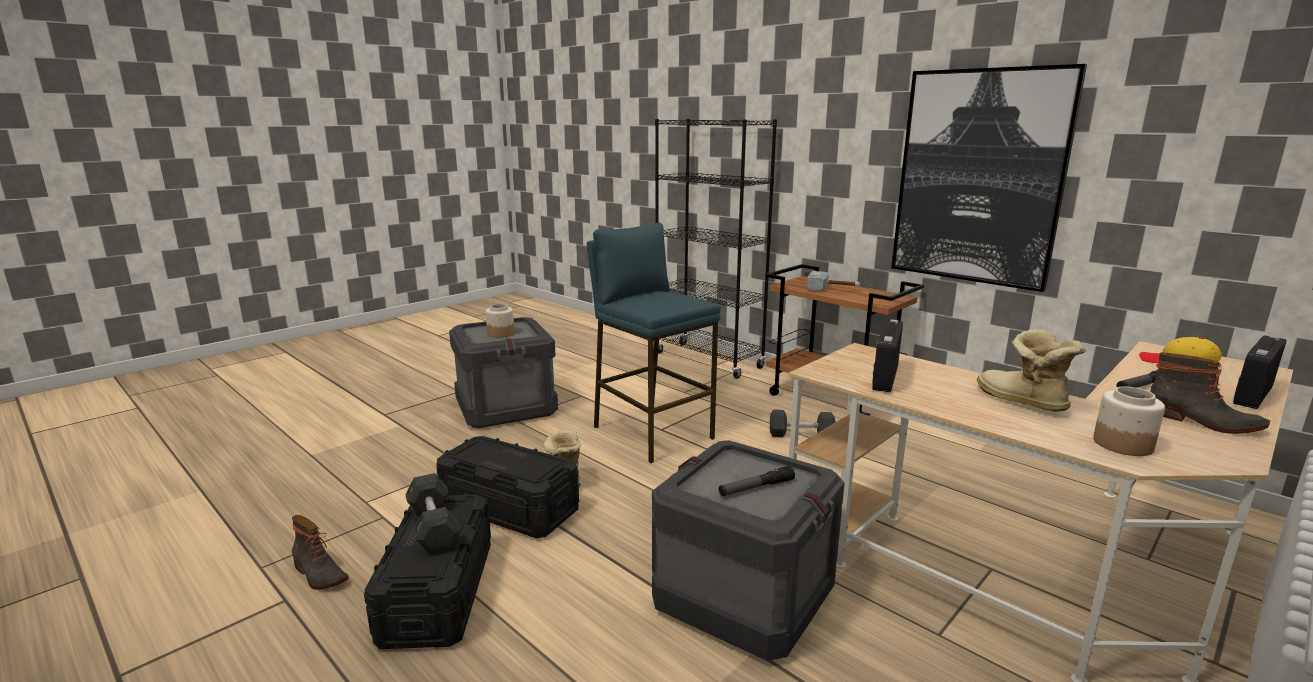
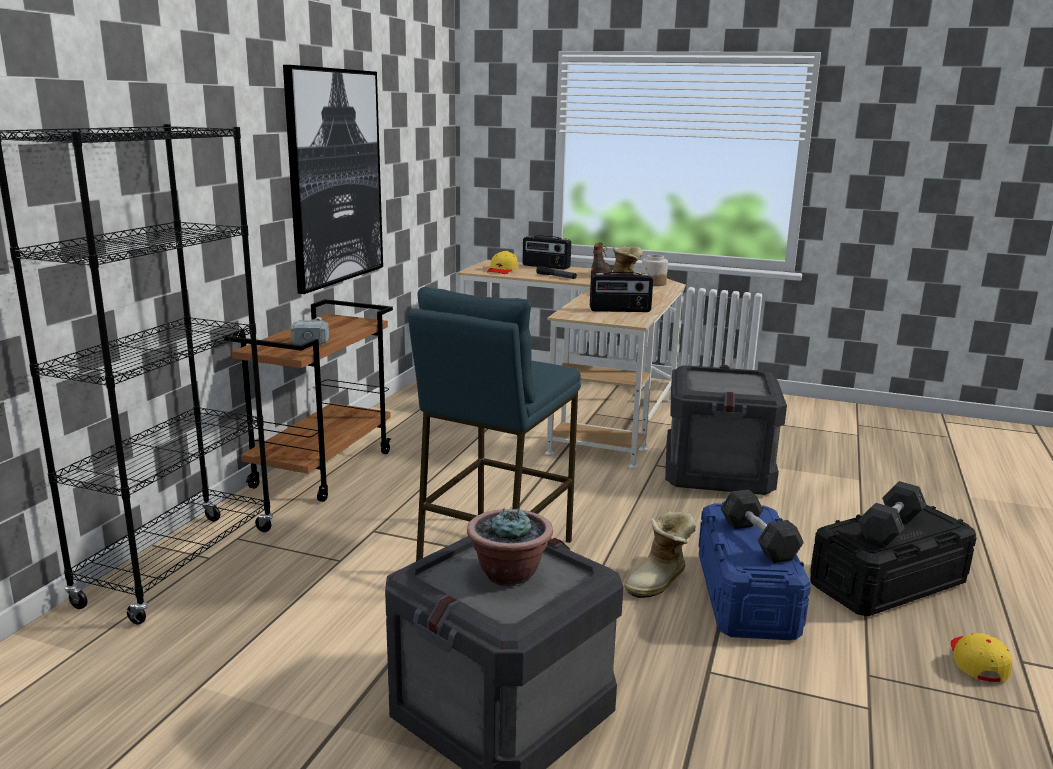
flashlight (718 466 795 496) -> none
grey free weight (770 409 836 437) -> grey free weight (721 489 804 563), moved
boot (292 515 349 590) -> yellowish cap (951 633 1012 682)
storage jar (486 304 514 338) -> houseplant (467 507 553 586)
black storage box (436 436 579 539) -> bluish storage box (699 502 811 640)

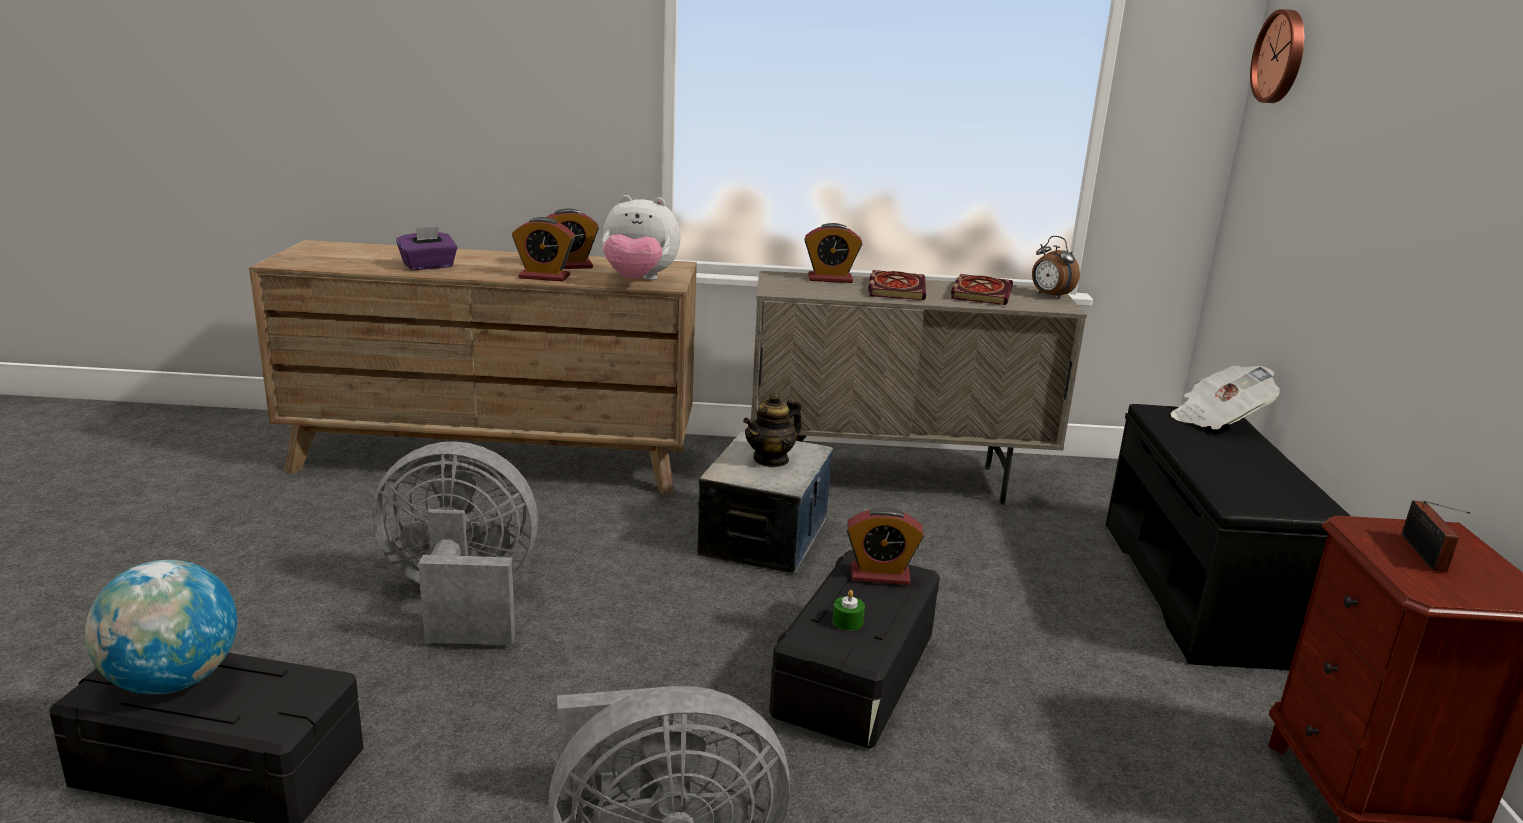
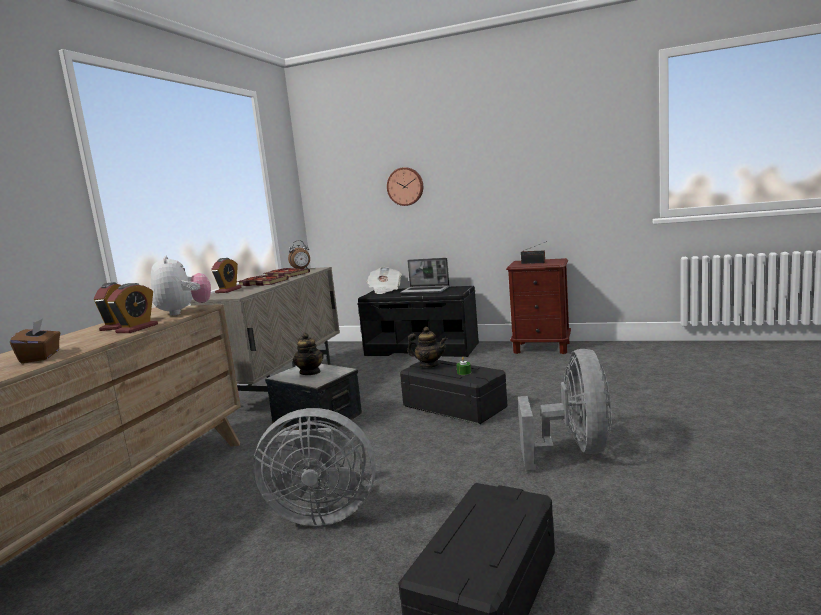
globe (85 560 237 695) -> none
none -> laptop (400 258 449 294)
wall clock (1250 9 1305 103) -> wall clock (387 167 423 206), moved
alarm clock (846 507 924 585) -> pot for tea (407 327 448 368)
purple-coloured tissue holder (396 227 458 270) -> brownish tissue holder (10 319 60 363)
grey electric fan (372 441 538 645) -> grey electric fan (253 408 376 526), 105 degrees counterclockwise
plush toy (602 195 681 280) -> plush toy (151 256 211 316), 45 degrees counterclockwise

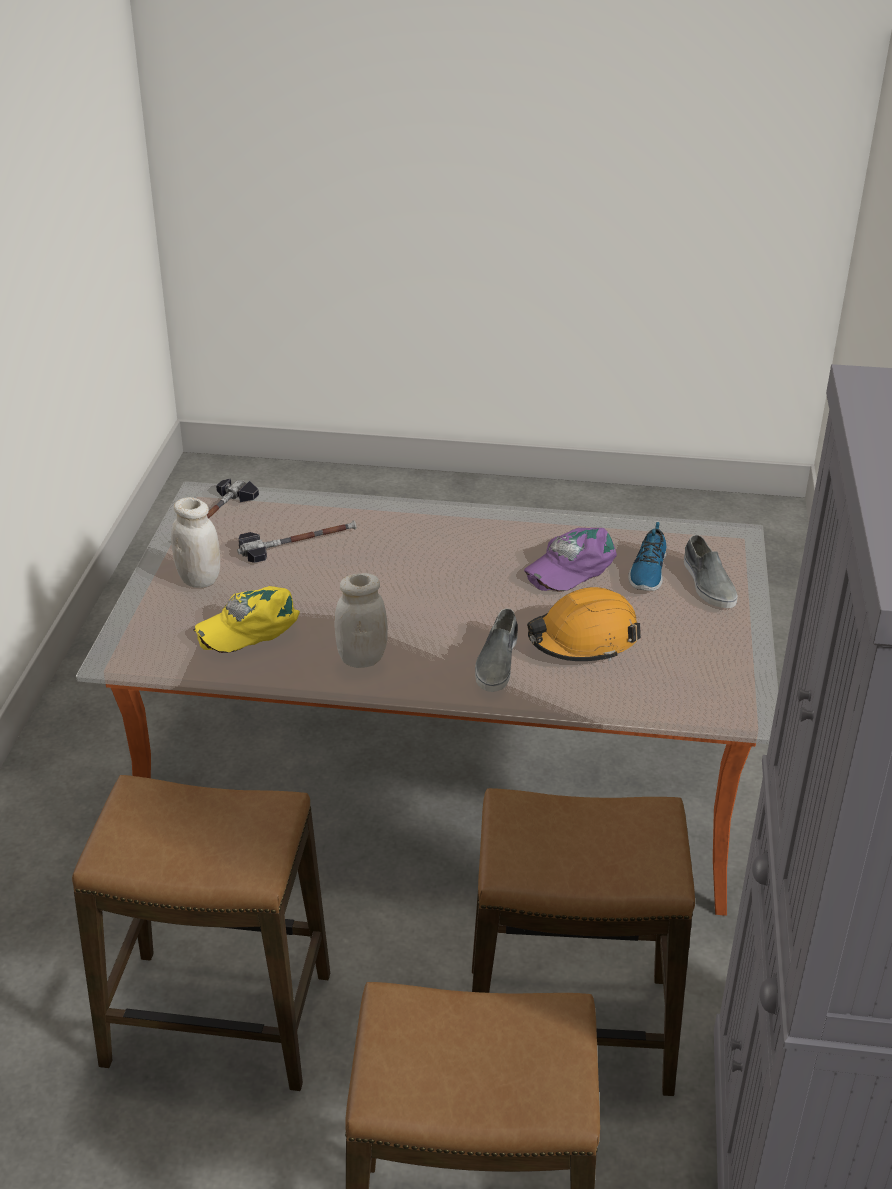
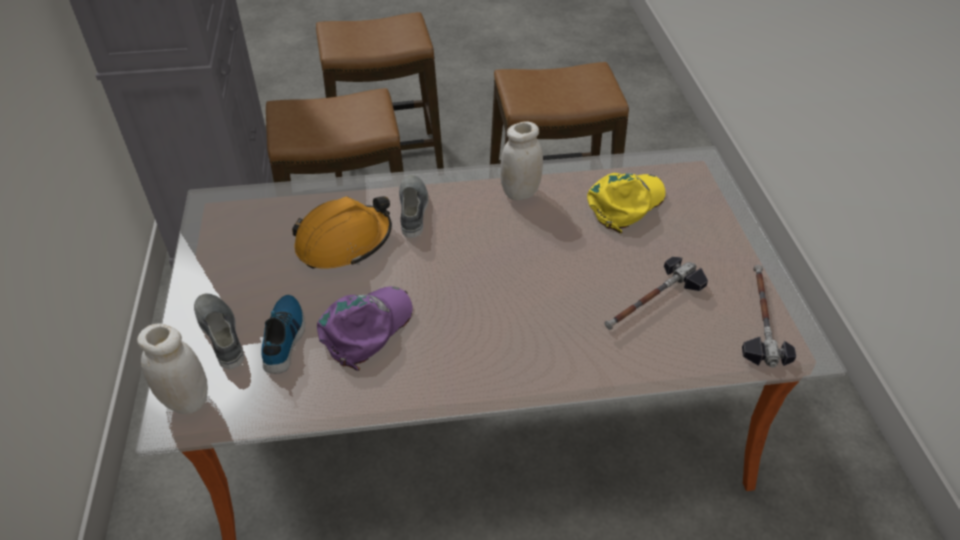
white-coloured storage jar (171 497 220 588) -> white-coloured storage jar (137 323 208 414), moved

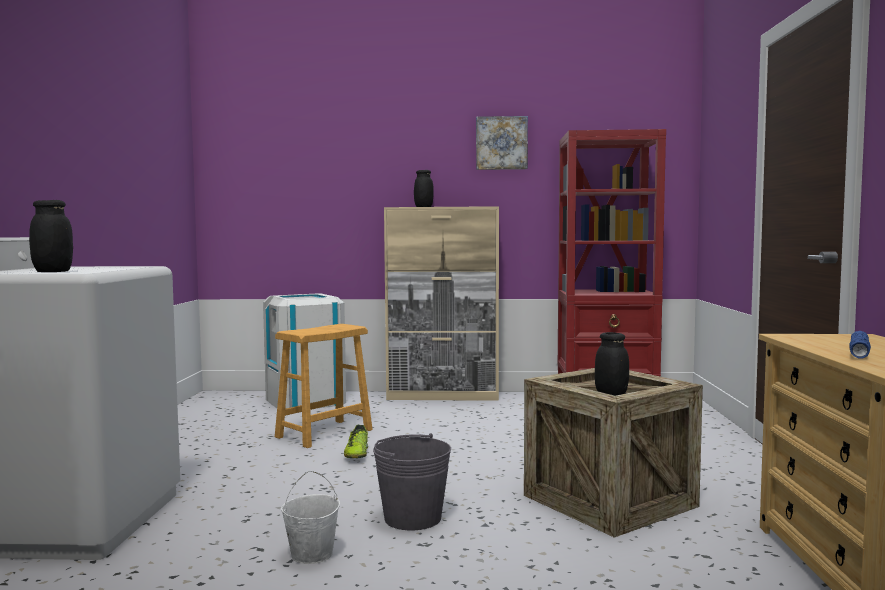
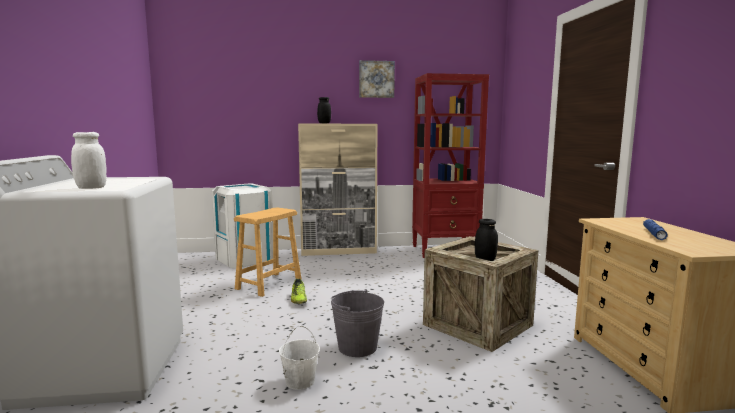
black storage jar (29 200 73 272) -> white-coloured storage jar (71 132 107 189)

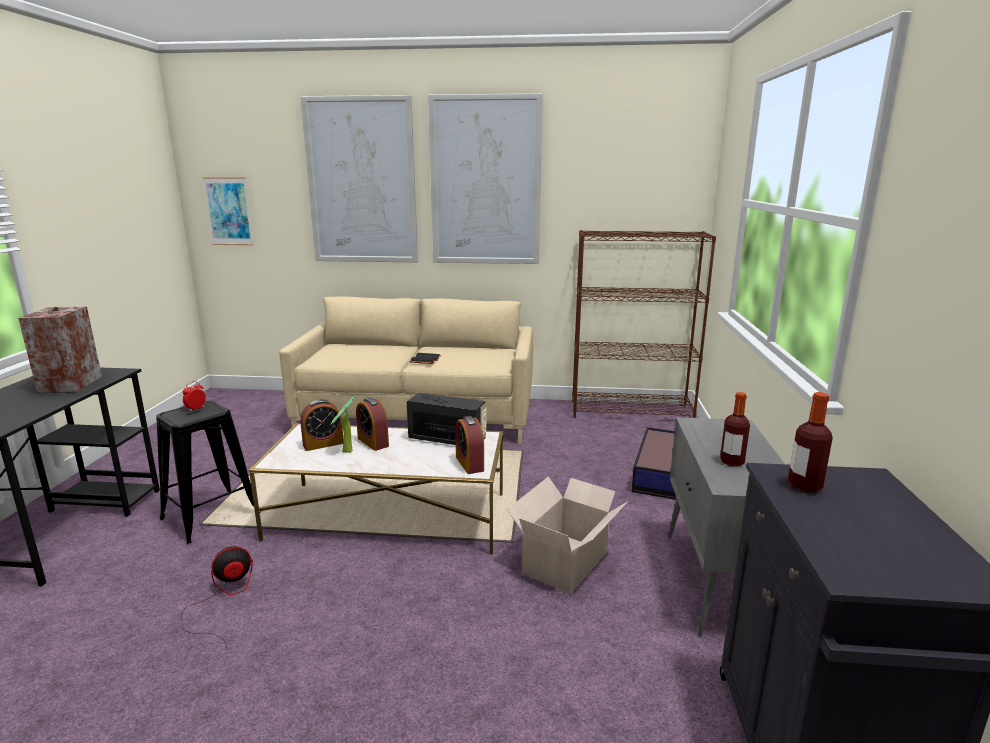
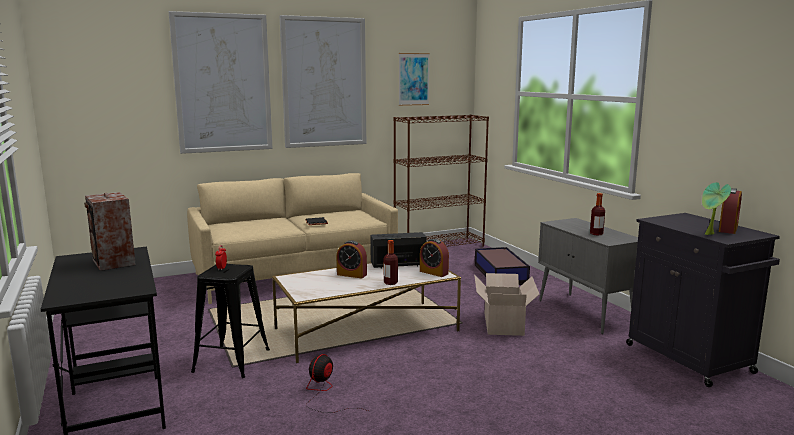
picture (203 177 254 245) -> picture (399 53 430 106), moved
alarm clock (300 399 344 451) -> alarm clock (719 188 742 234), moved
houseplant (330 395 355 453) -> houseplant (702 182 731 235), moved
beverage bottle (788 392 833 493) -> beverage bottle (384 240 398 285), moved

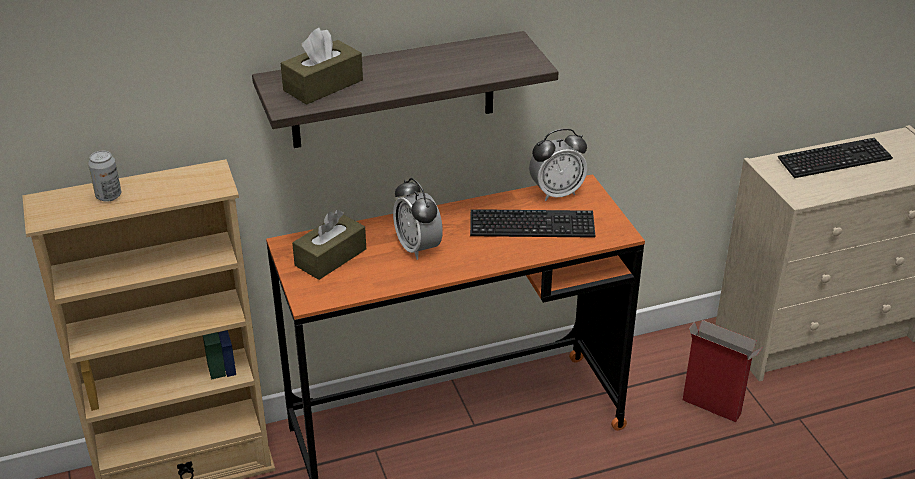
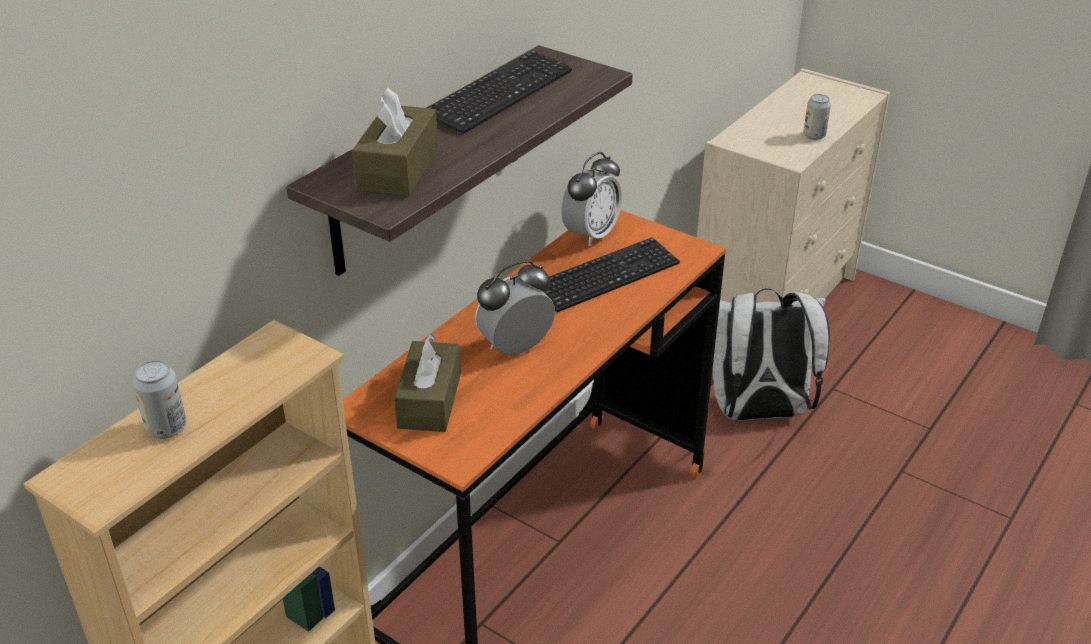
none -> metal can (803 94 831 140)
keyboard (778 138 893 178) -> keyboard (426 50 572 134), moved
packing box (683 320 762 422) -> white-coloured knapsack (712 288 830 421)
alarm clock (393 178 443 260) -> alarm clock (475 260 555 355), 120 degrees clockwise

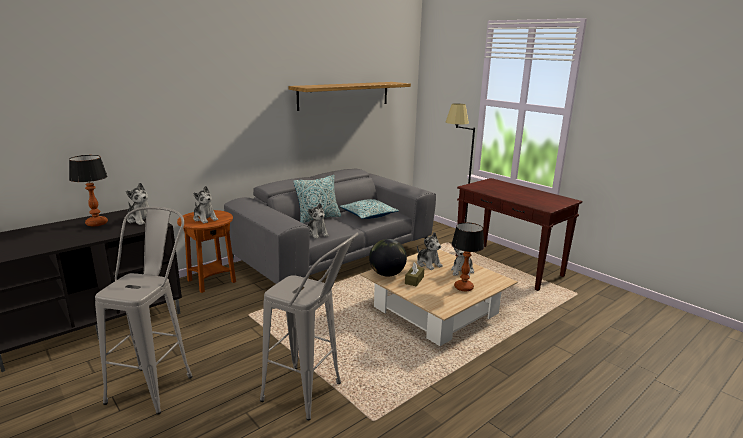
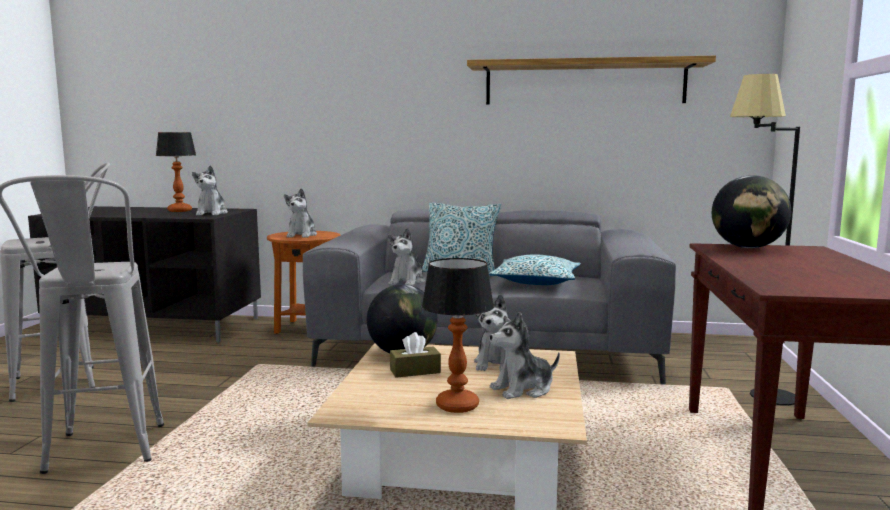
none -> globe (712 175 791 248)

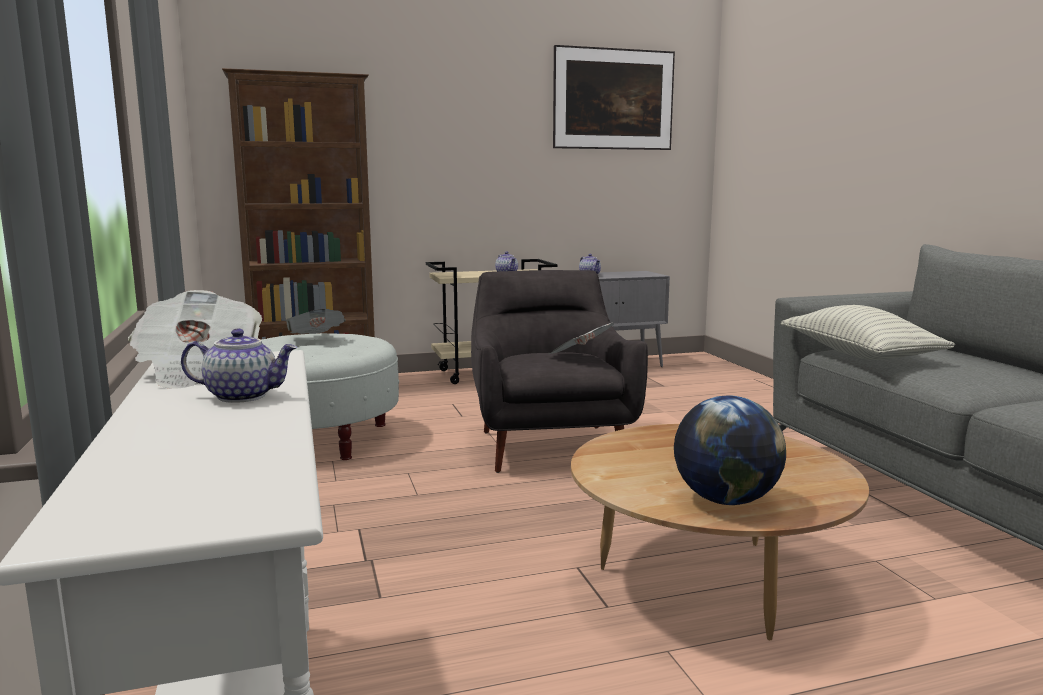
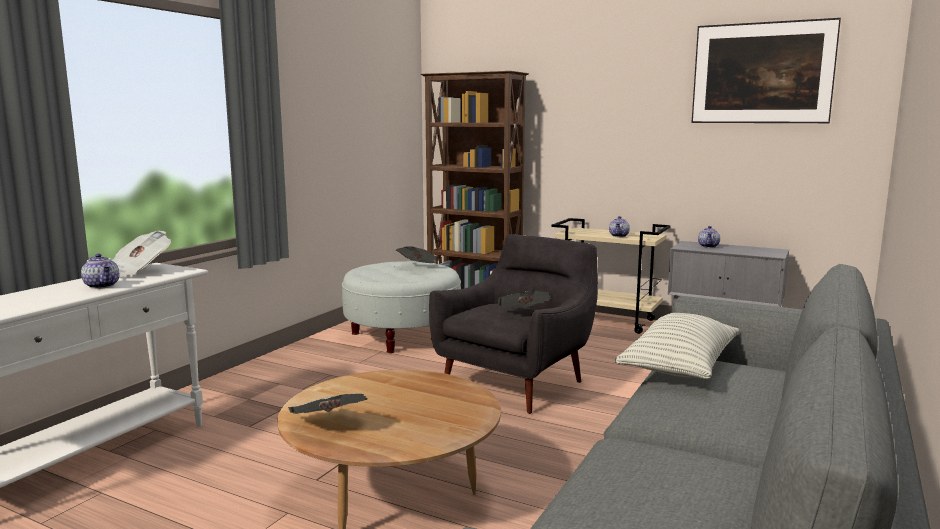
globe (674 396 786 505) -> newspaper (288 394 367 414)

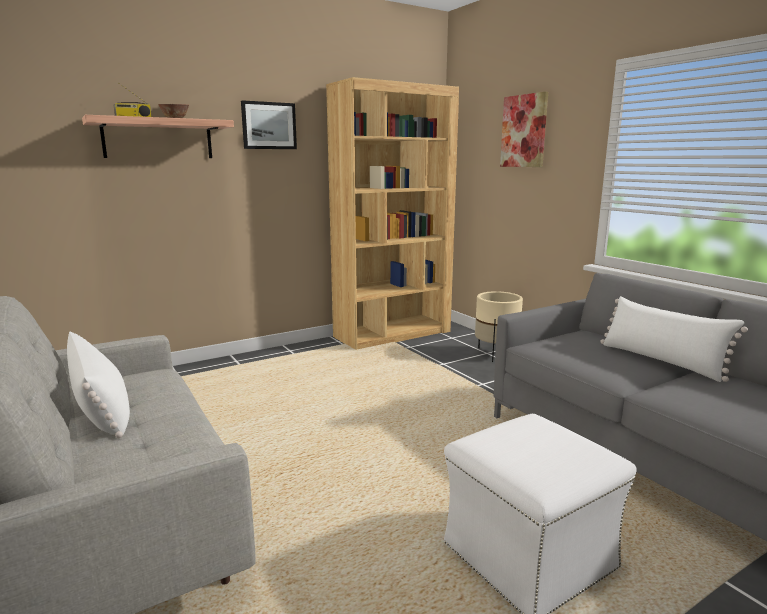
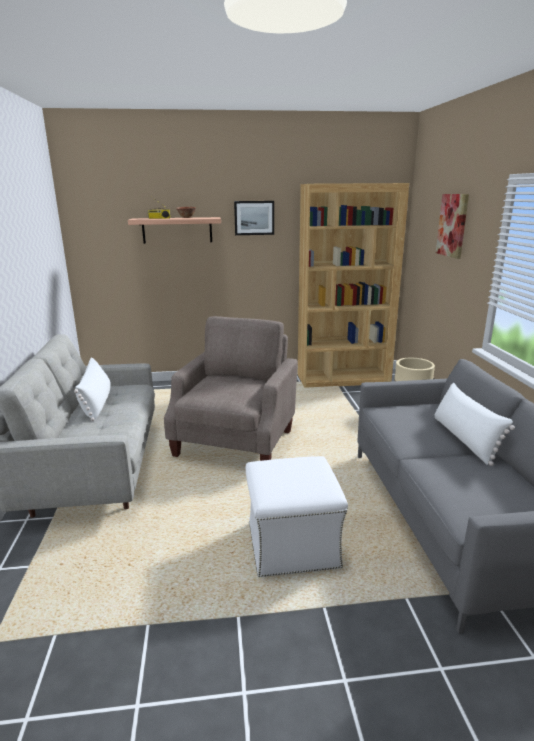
none -> beige-coloured armchair (164 316 298 461)

